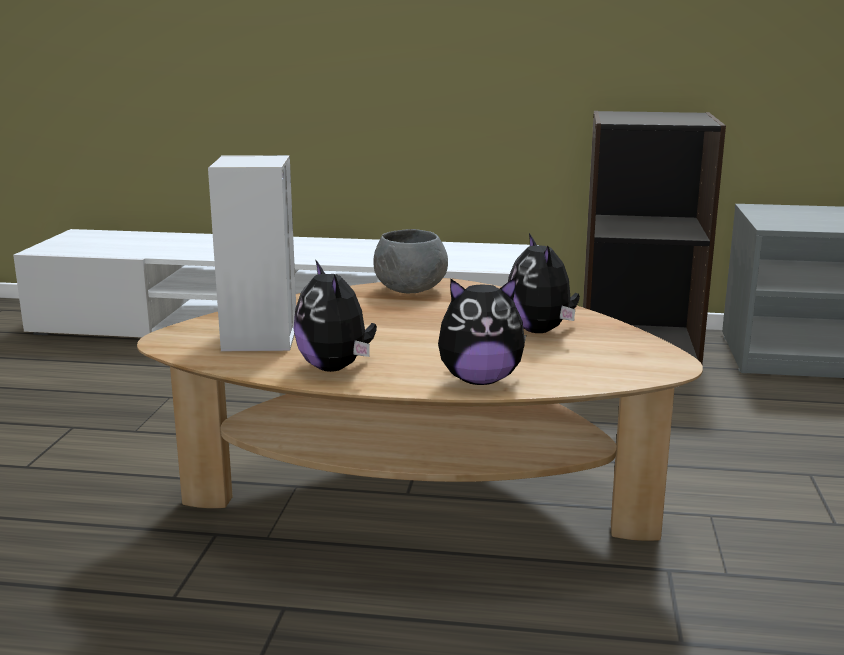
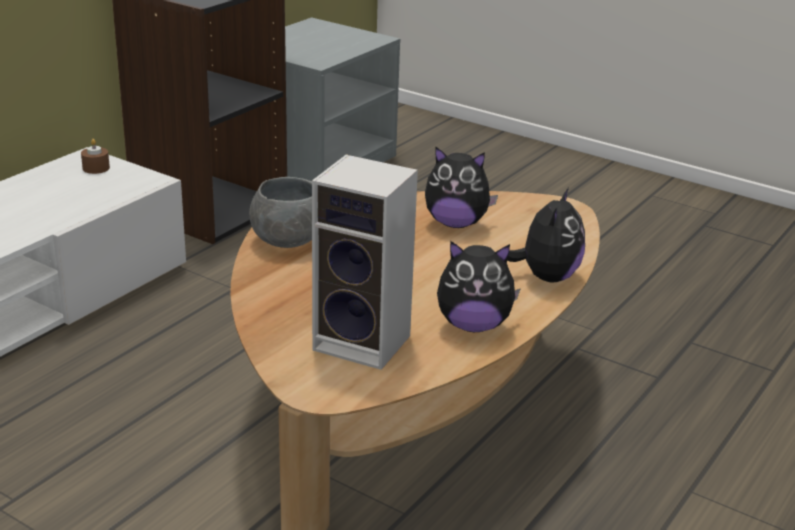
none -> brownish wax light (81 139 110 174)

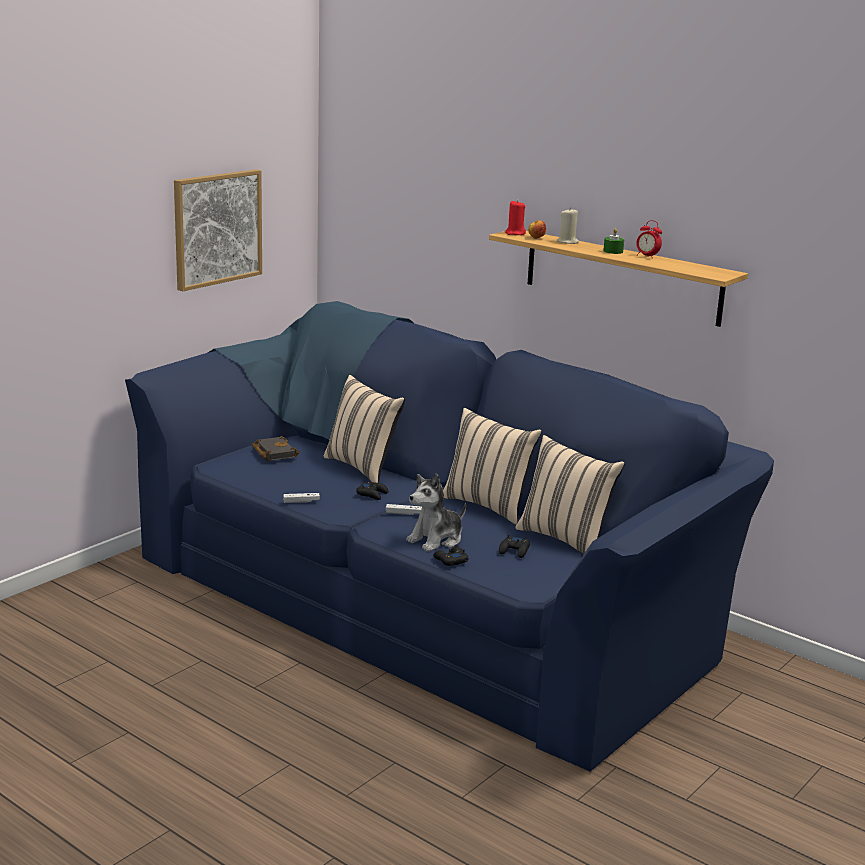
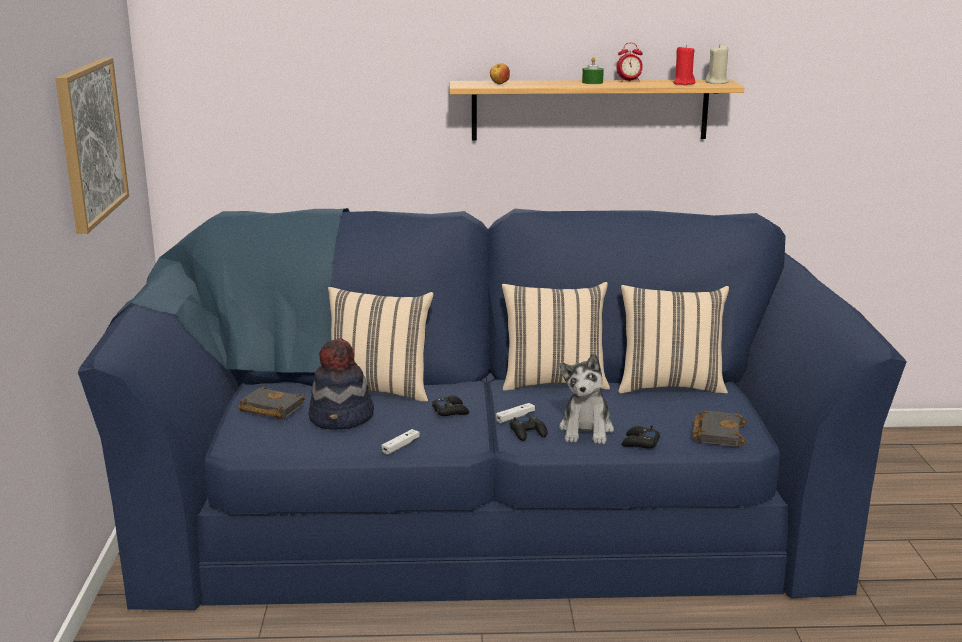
none -> clothing hat (309 338 374 430)
none -> black volume (692 410 747 447)
black joypad (499 534 530 558) -> black joypad (510 416 547 441), moved
red wax light (505 200 526 235) -> red wax light (673 45 695 85), moved
beige-coloured wax light (557 208 579 244) -> beige-coloured wax light (705 45 729 84), moved

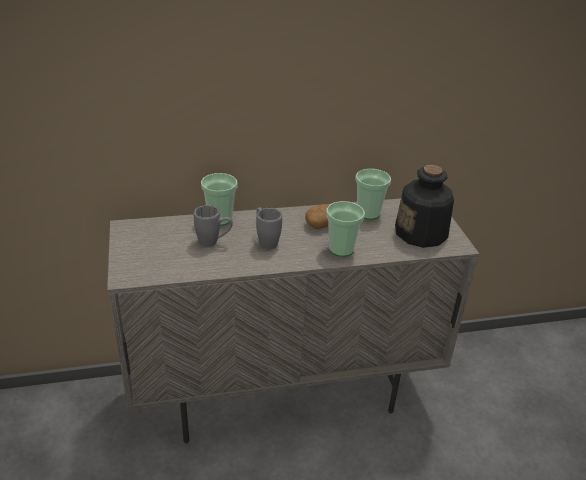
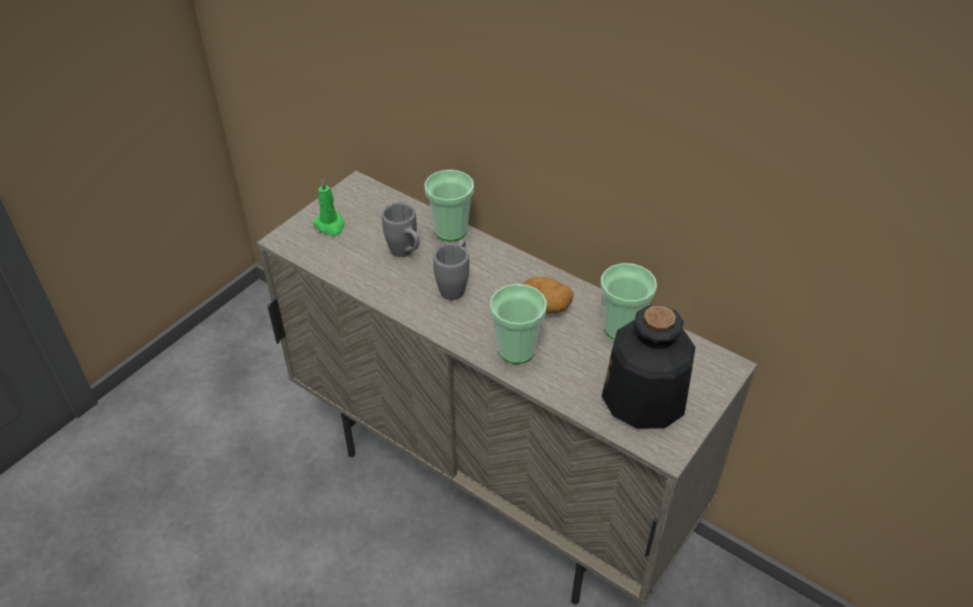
none -> greenish wax light (313 179 345 236)

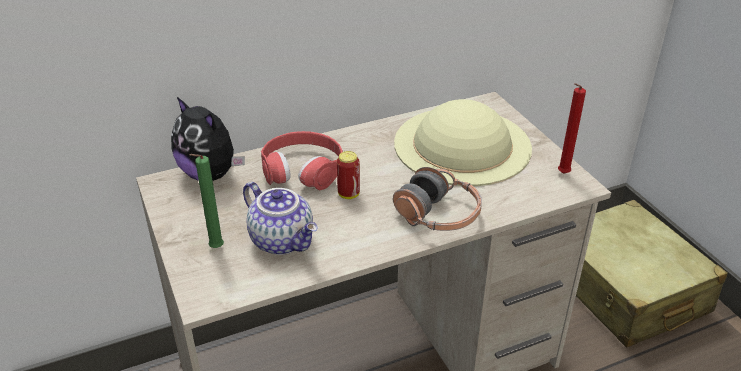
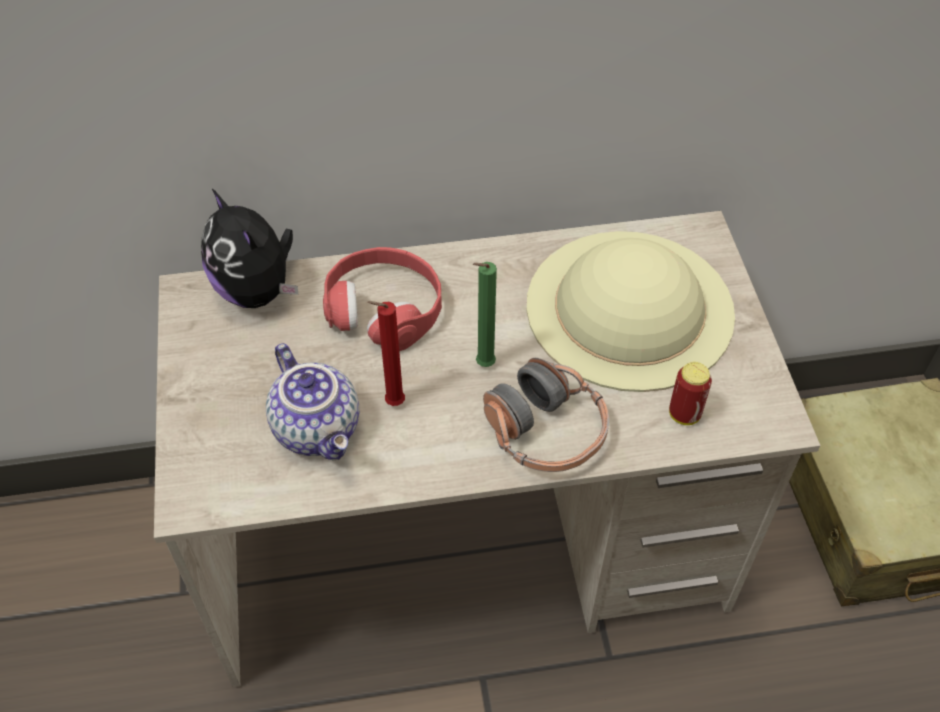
greenish wax light (190 154 224 248) -> greenish wax light (473 262 497 367), moved
metal can (337 151 360 199) -> metal can (669 362 712 425), moved
red wax light (558 83 586 174) -> red wax light (367 301 405 406), moved

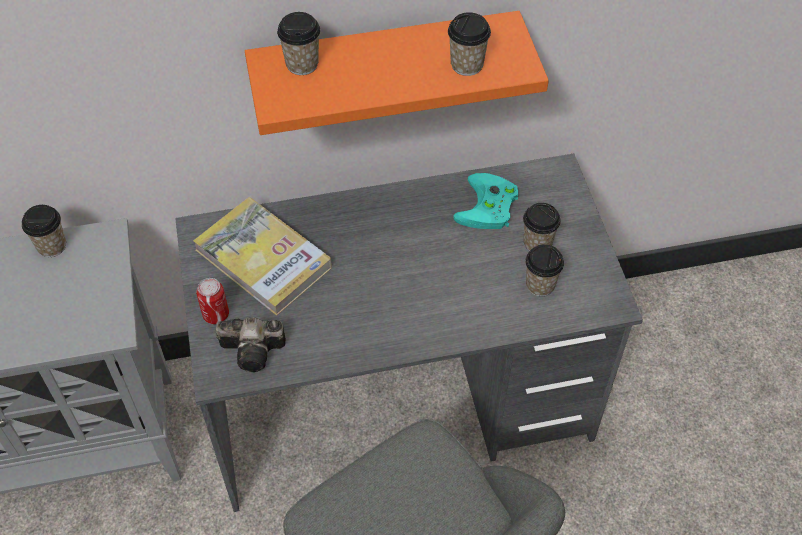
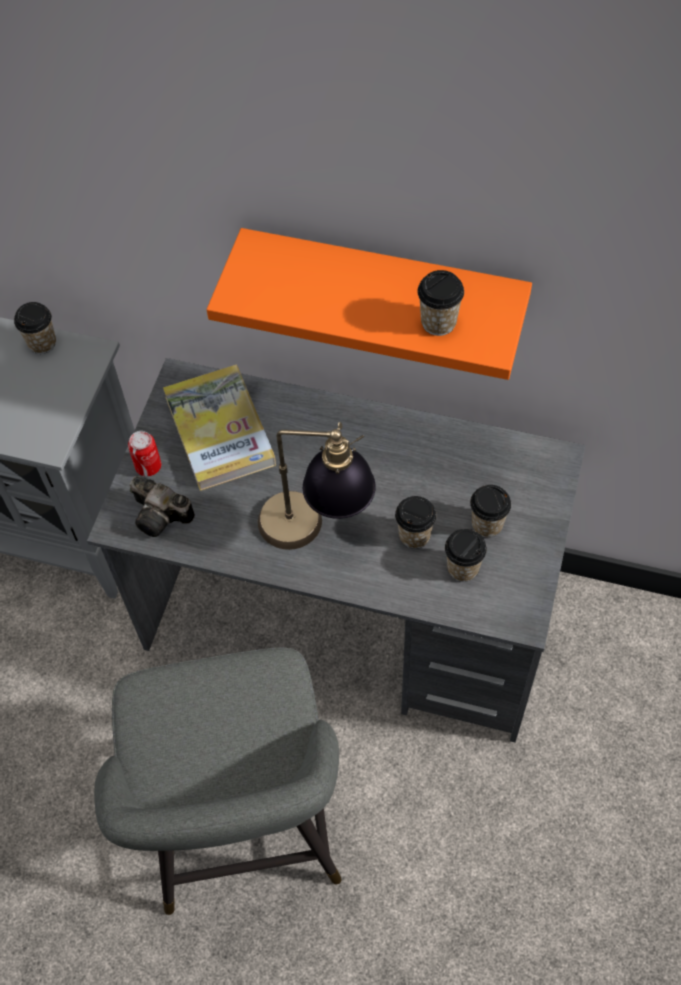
turquoise joypad (453 173 518 229) -> none
none -> table lamp (258 422 376 550)
cup (277 12 320 75) -> cup (395 496 436 549), moved

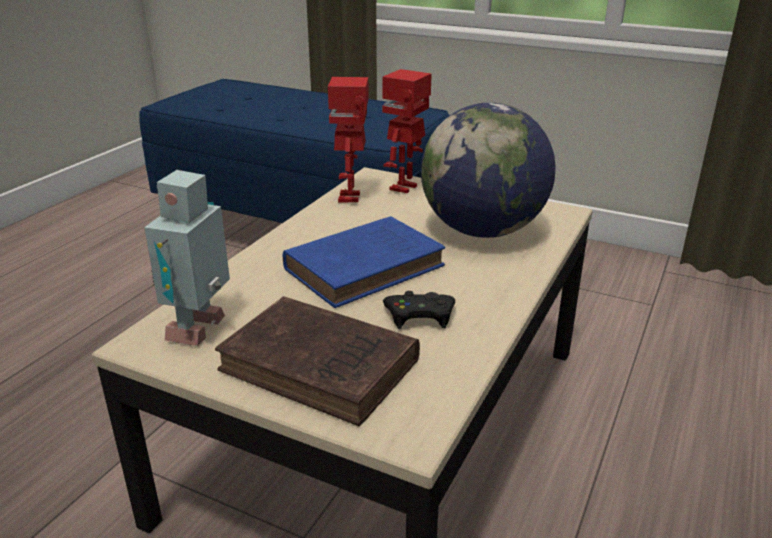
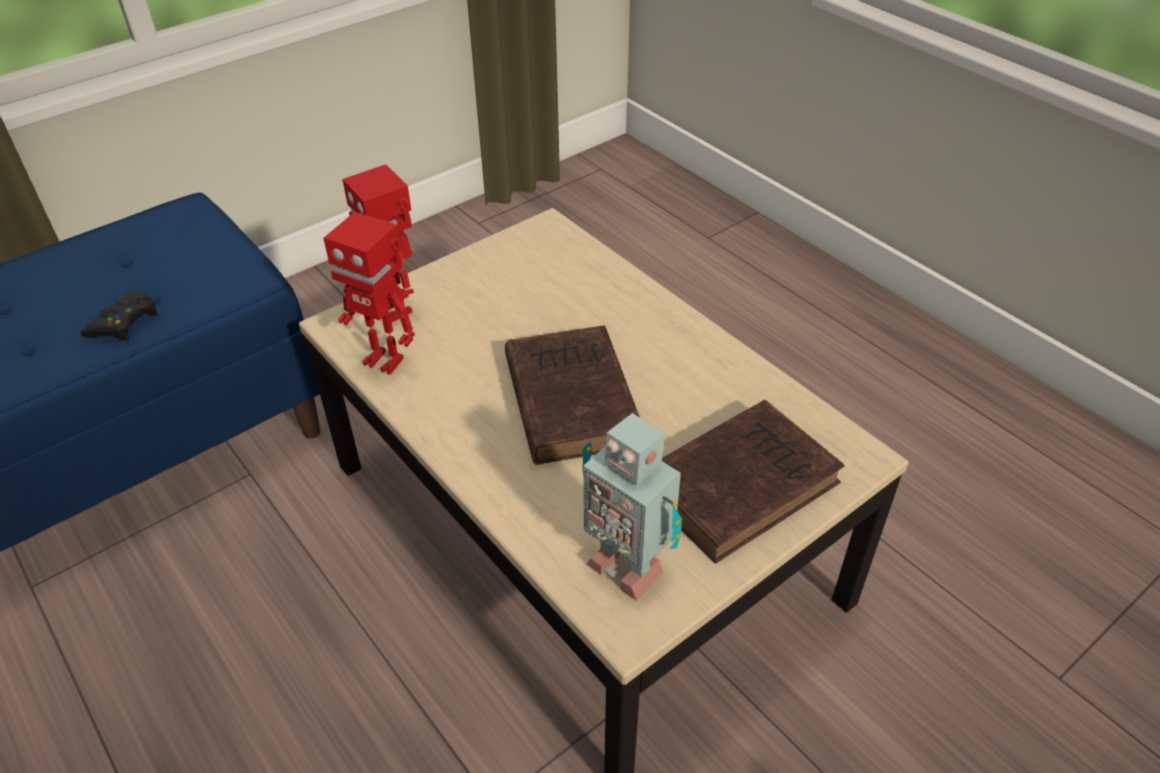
globe (421 103 555 238) -> none
black joypad (383 291 455 329) -> black joypad (80 291 158 341), moved
bluish volume (283 216 445 308) -> brownish volume (505 326 639 465)

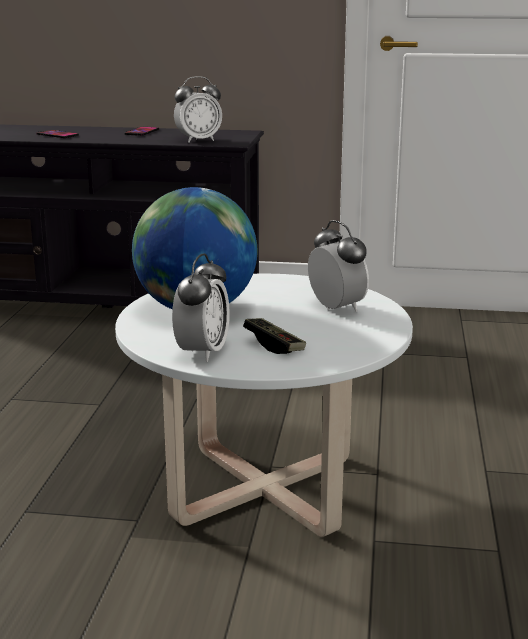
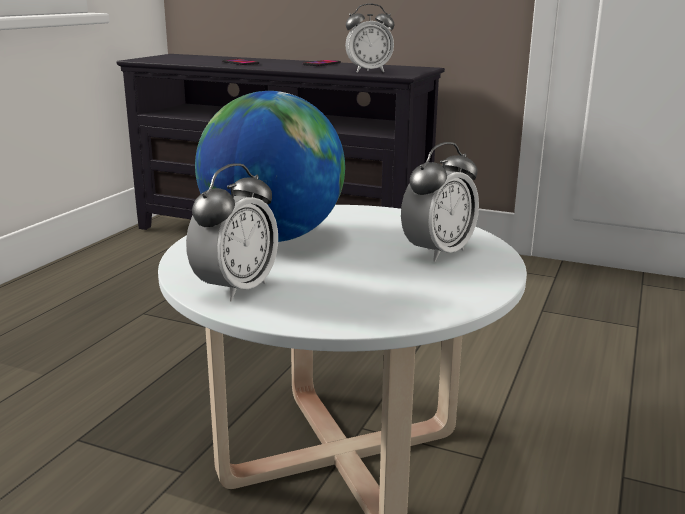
joypad (243 318 306 354) -> none
alarm clock (308 220 369 312) -> alarm clock (401 142 479 262), 60 degrees clockwise

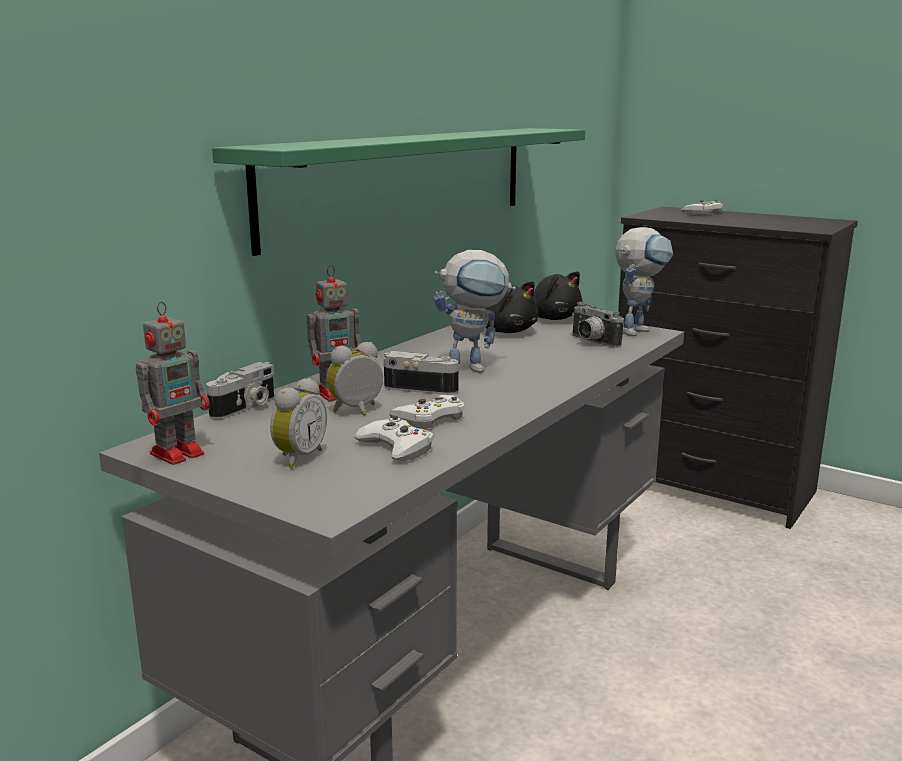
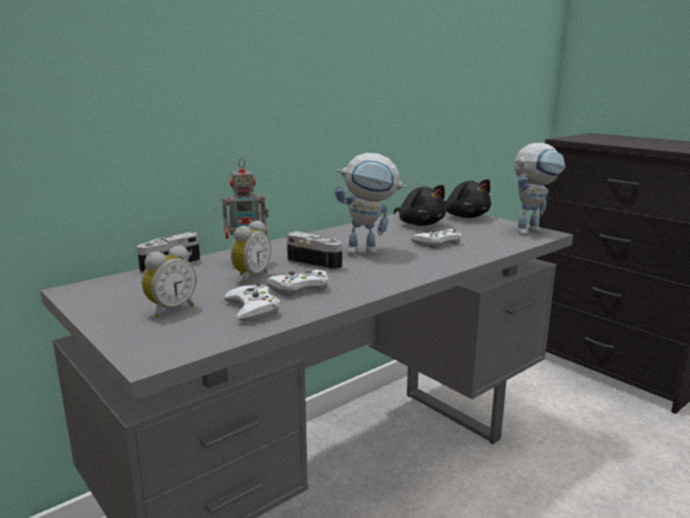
model robot (136 301 210 465) -> none
greenish wall shelf (212 128 585 256) -> none
still camera (572 302 624 348) -> none
white-coloured joypad (681 200 724 216) -> white-coloured joypad (411 229 462 249), moved
alarm clock (326 342 383 415) -> alarm clock (231 220 271 283), 135 degrees clockwise

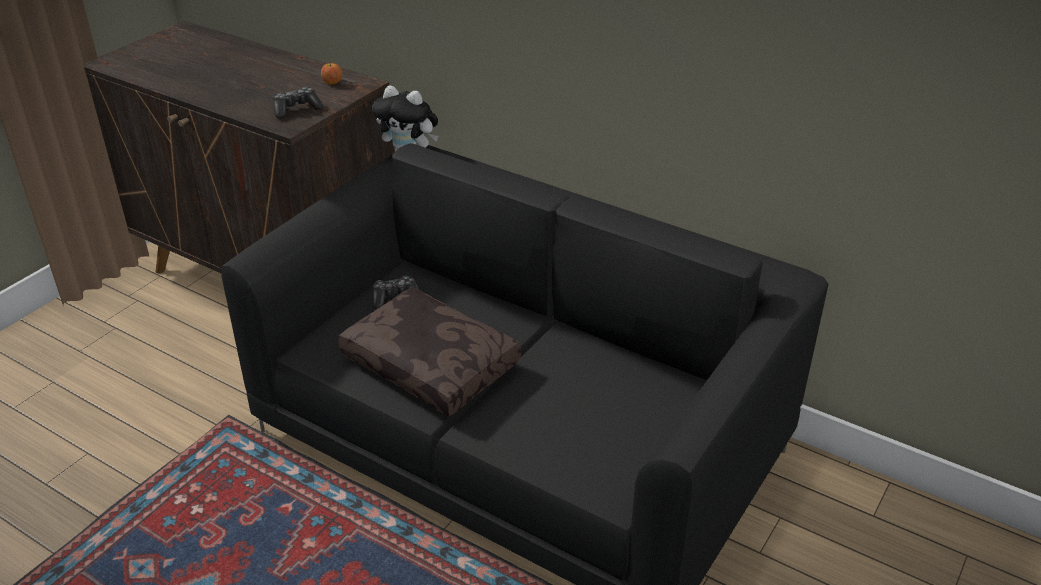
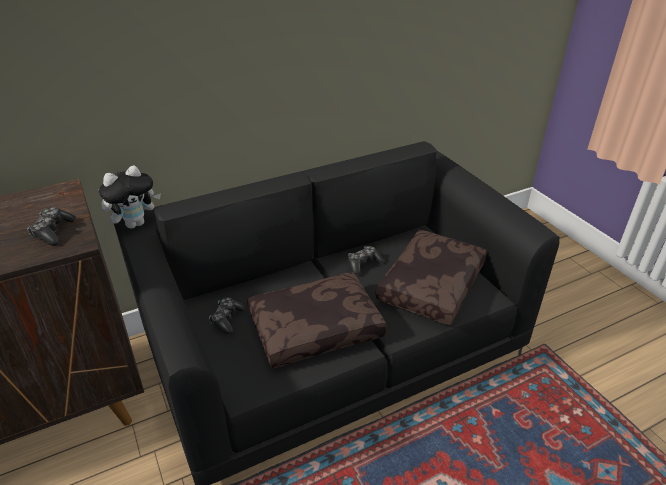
apple (321 60 342 84) -> none
none -> joypad (348 246 384 274)
none -> brownish throw pillow (376 230 486 325)

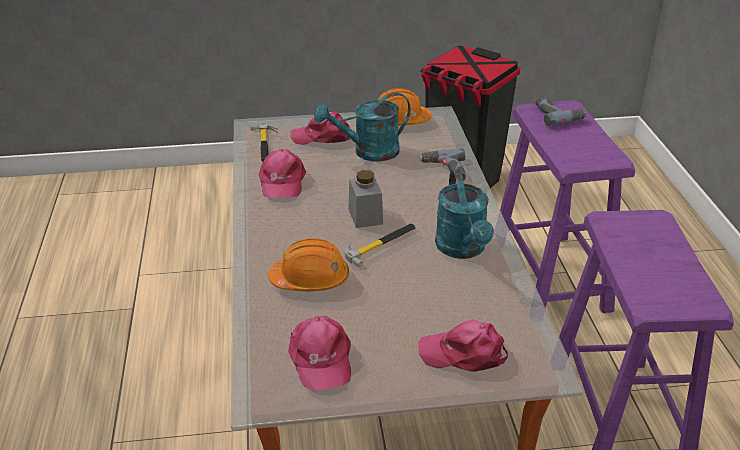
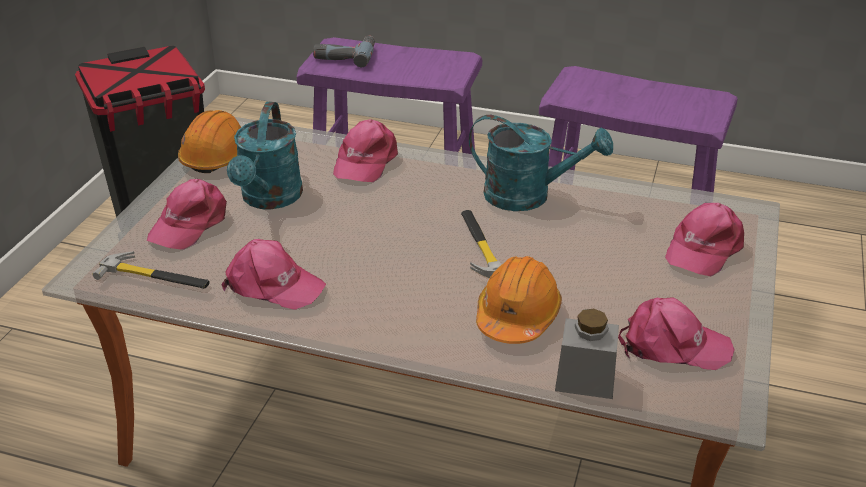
grey storage jar (349 170 383 228) -> grey storage jar (555 309 619 399), moved
power drill (419 148 466 181) -> pink cap (333 119 398 182)

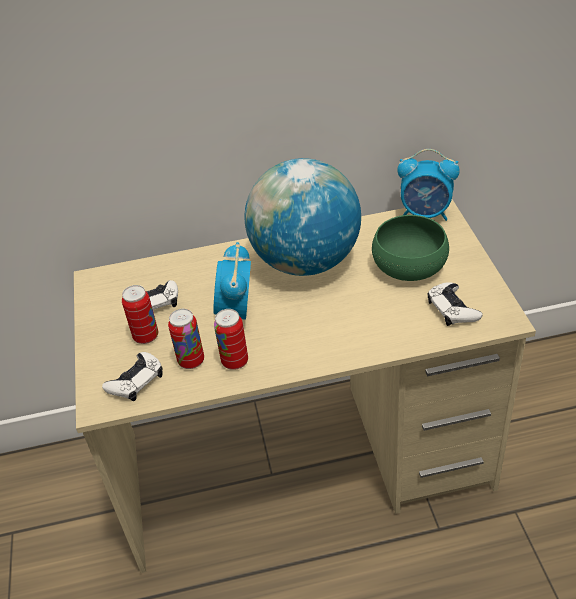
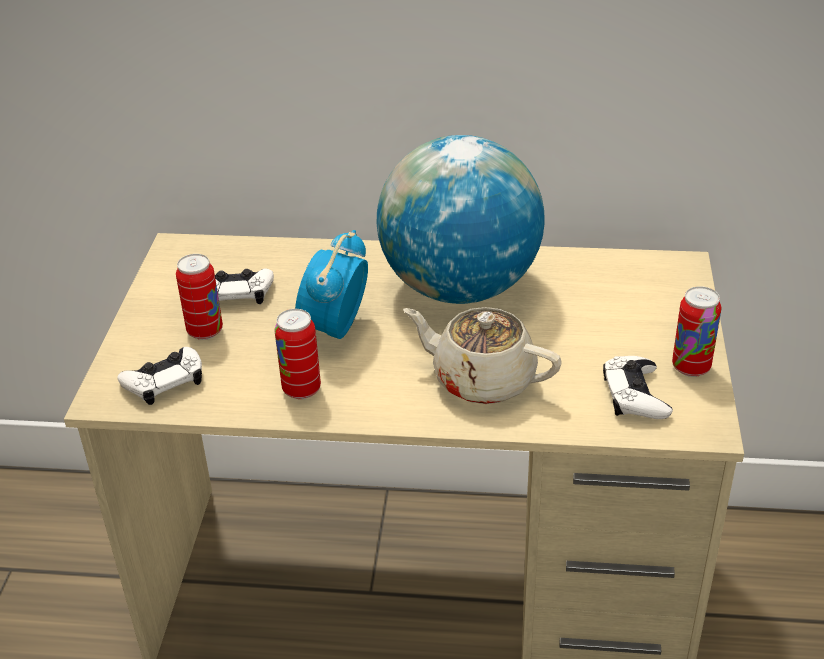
greenish bowl (372 215 449 281) -> none
alarm clock (398 149 460 221) -> none
none -> beige-coloured pot for tea (403 307 562 404)
metal can (168 309 204 369) -> metal can (672 286 721 377), moved

